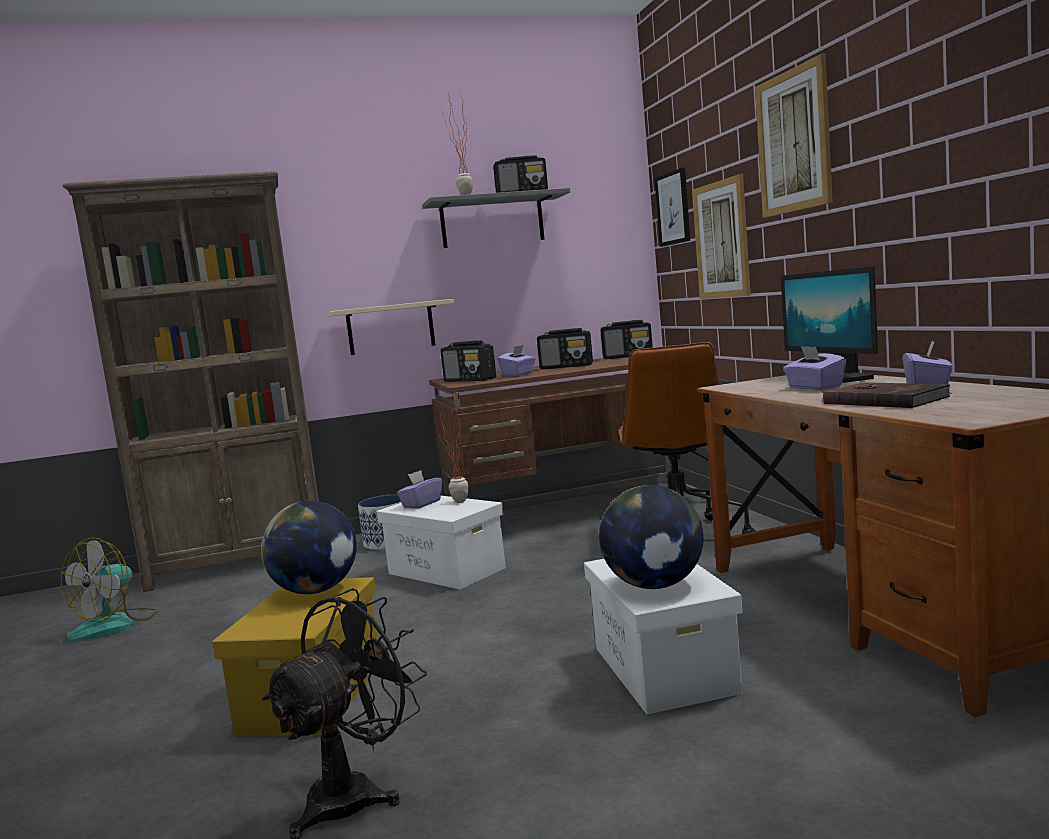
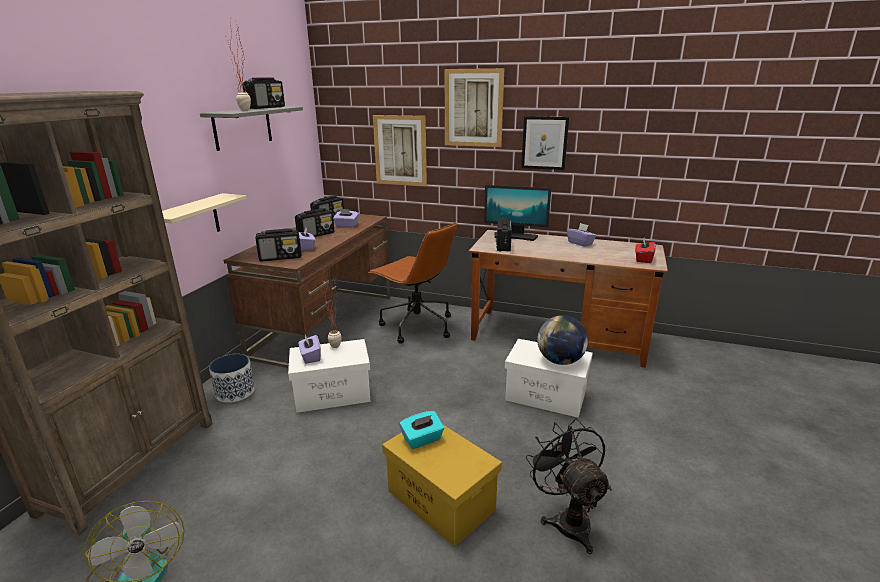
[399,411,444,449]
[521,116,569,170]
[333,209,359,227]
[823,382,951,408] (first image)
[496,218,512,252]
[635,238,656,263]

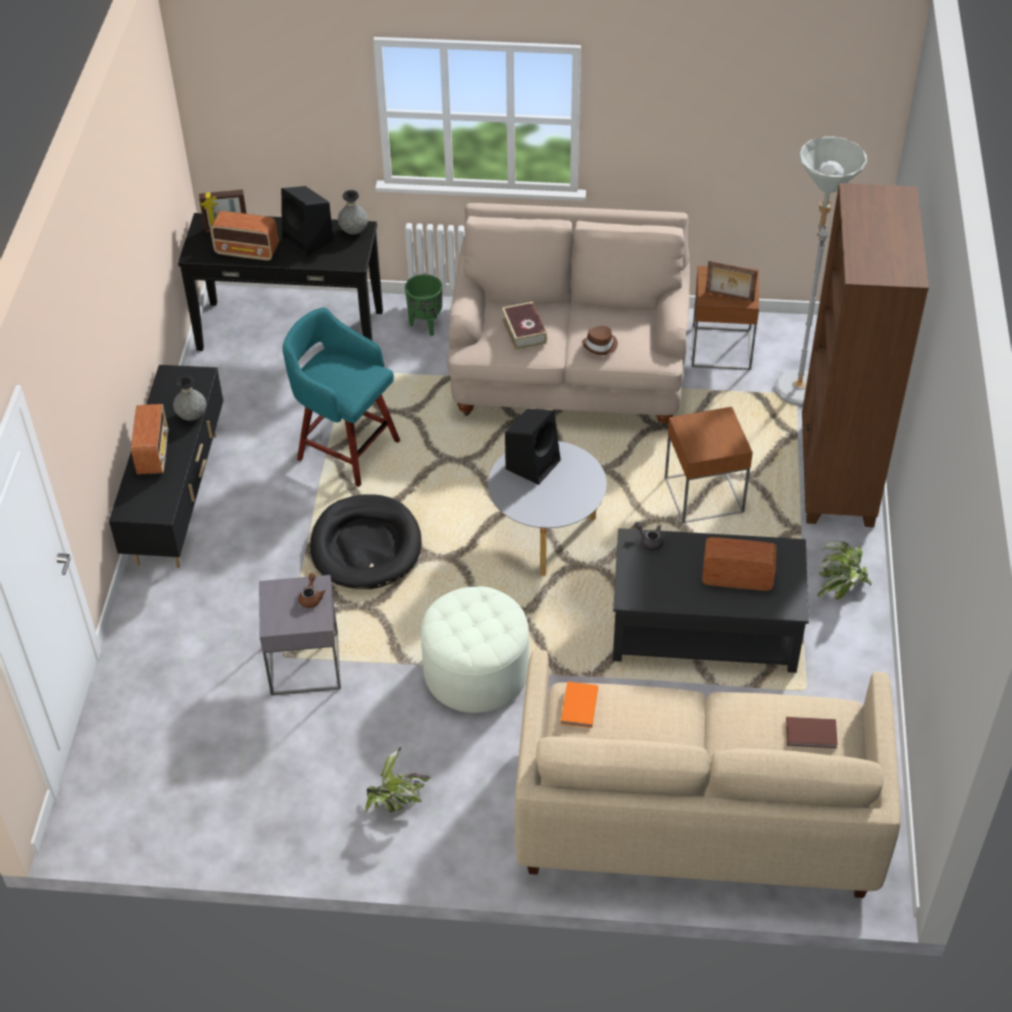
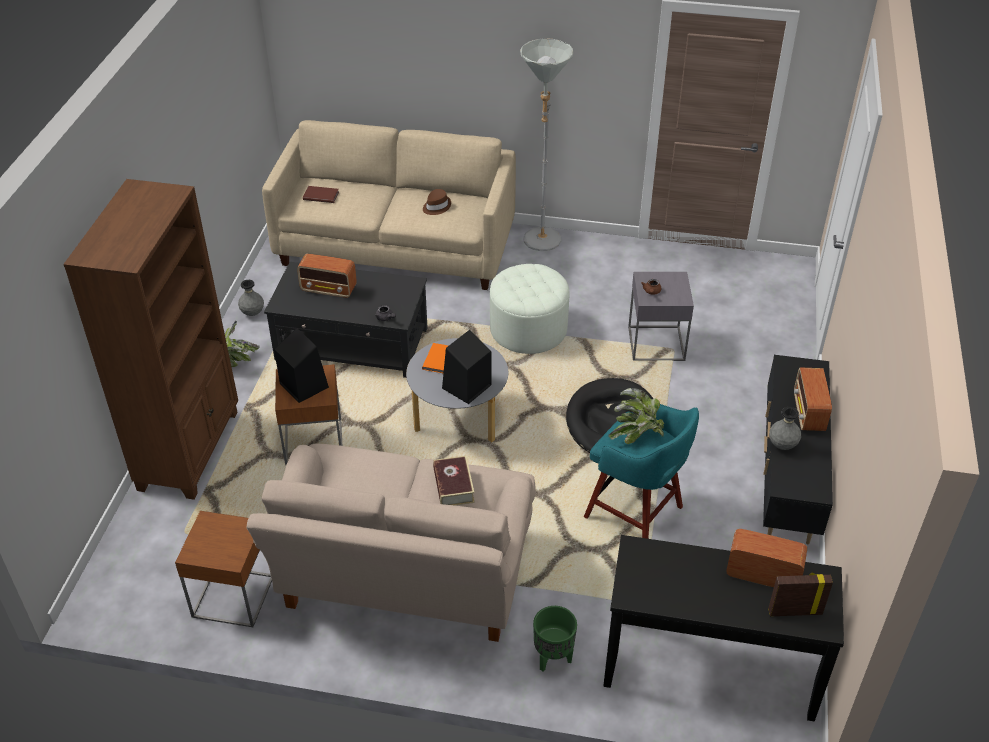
[274,328,329,403]
[238,280,264,316]
[609,388,664,444]
[422,343,448,373]
[423,189,451,215]
[705,261,758,302] (first image)
[520,38,573,251]

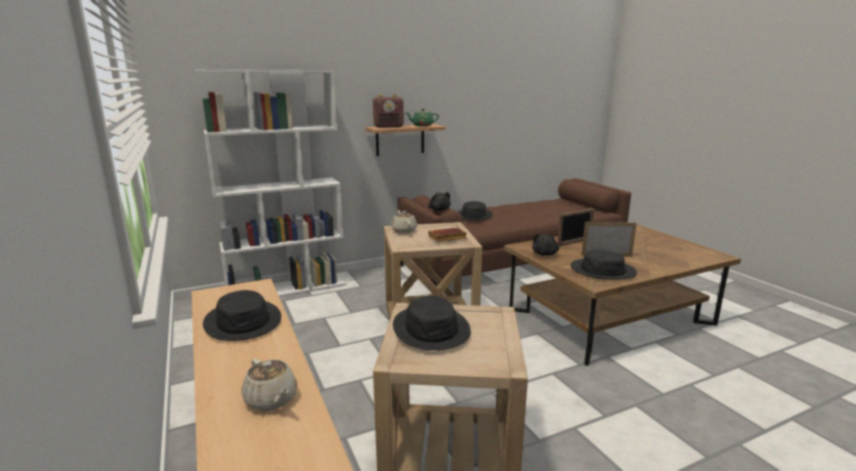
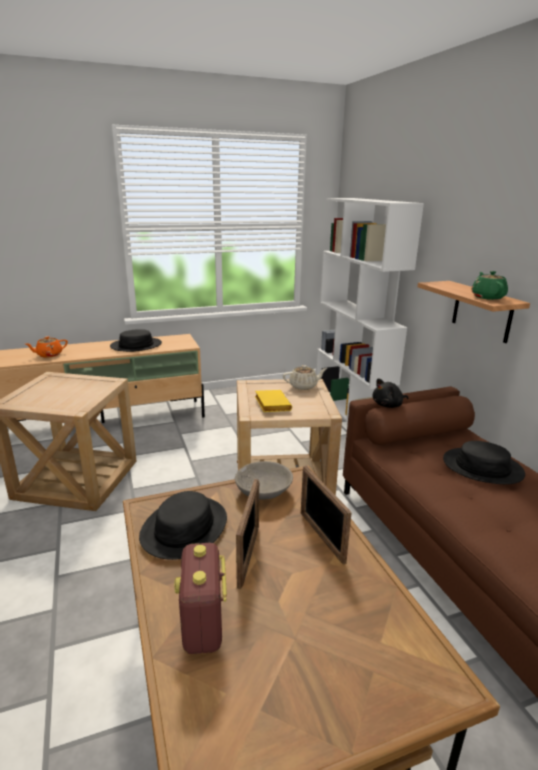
[26,336,68,358]
[174,543,227,654]
[393,296,471,350] (first image)
[255,390,292,412]
[235,461,293,500]

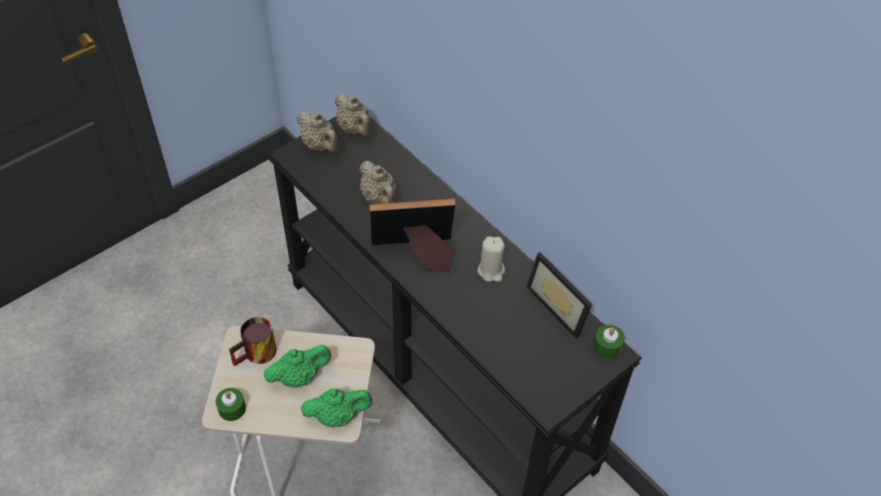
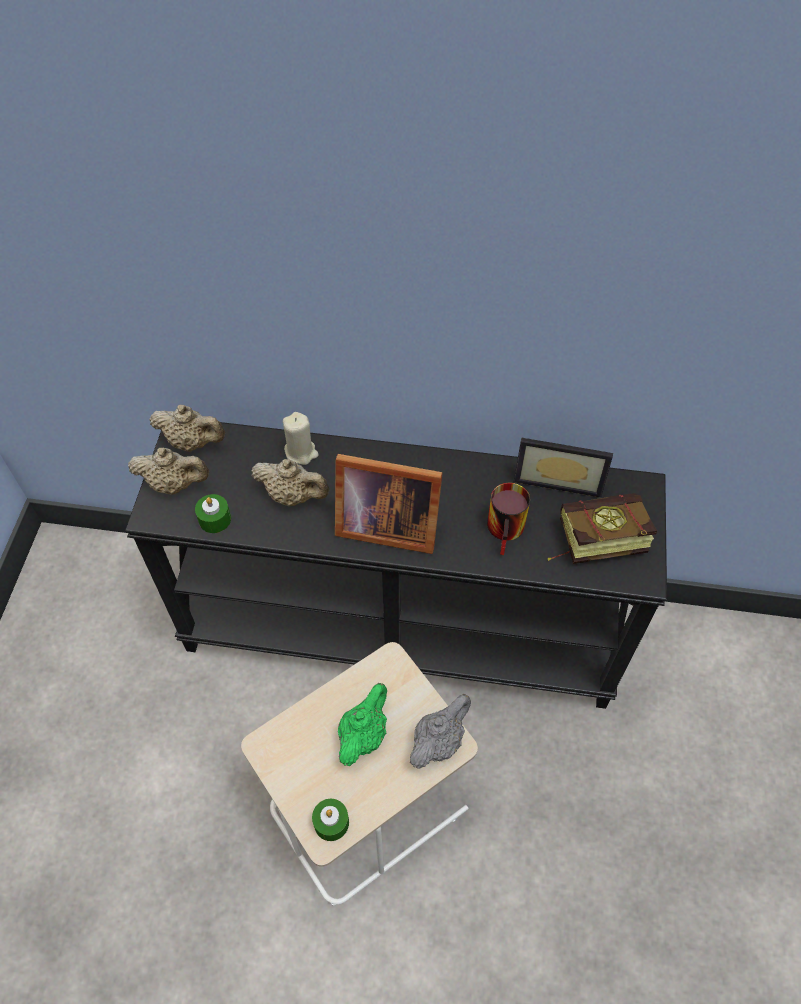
[487,483,530,555]
[410,694,471,769]
[335,454,443,554]
[283,412,319,465]
[195,494,231,533]
[547,493,657,564]

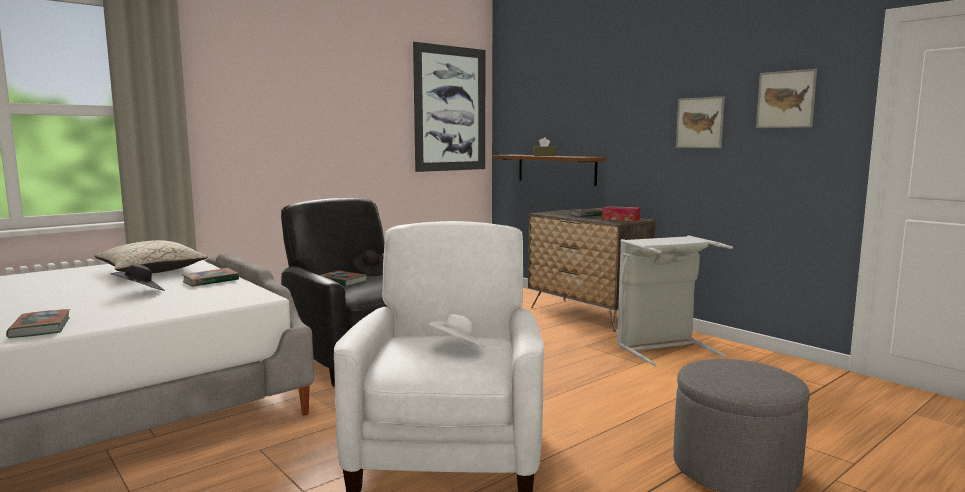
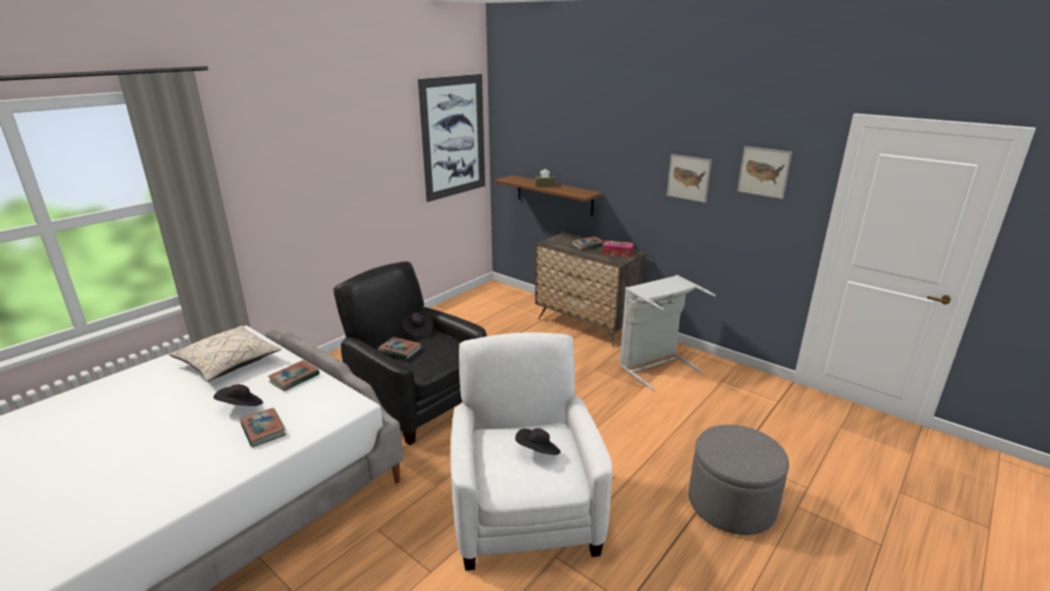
[240,408,286,447]
[515,428,560,455]

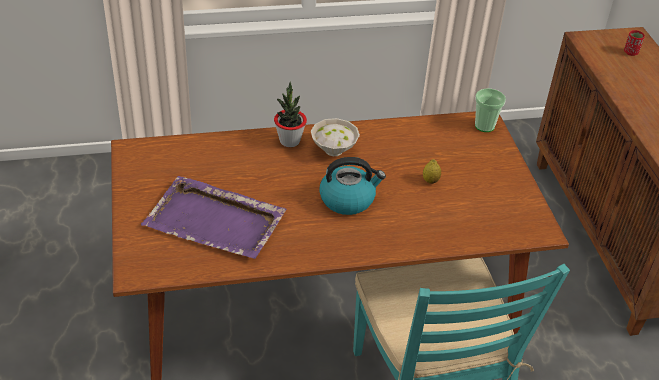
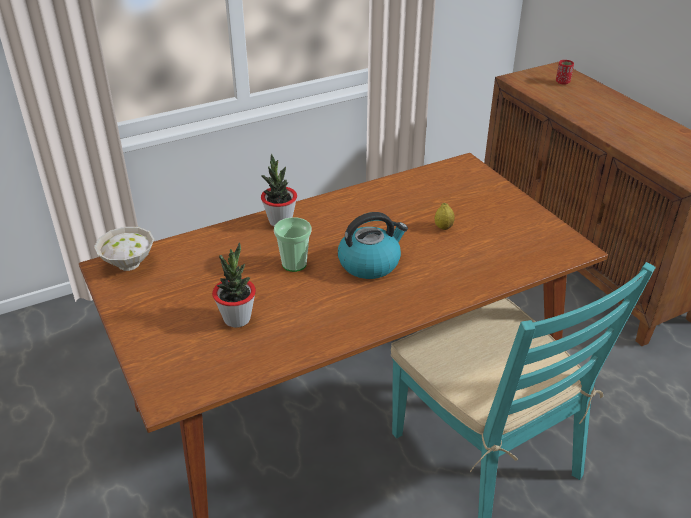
[212,243,256,328]
[94,227,154,271]
[274,217,311,272]

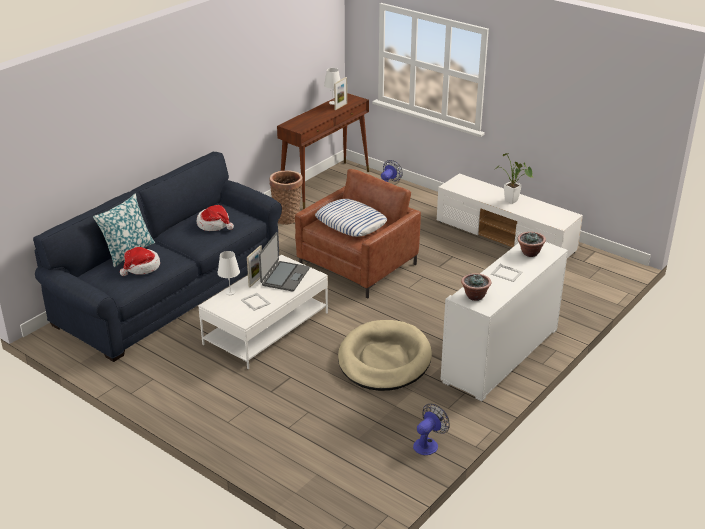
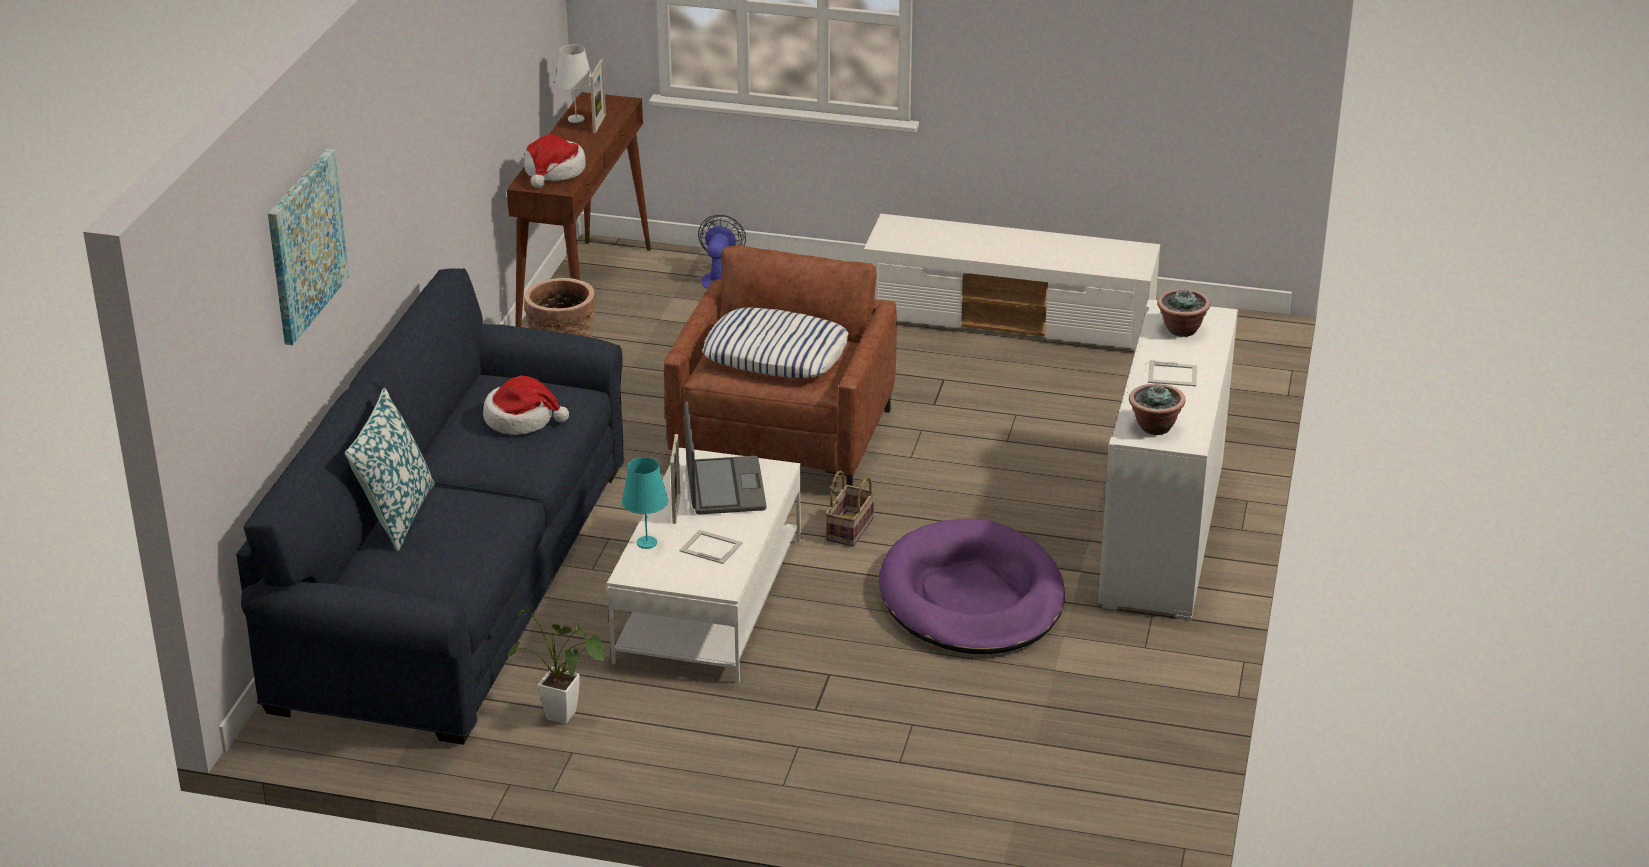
[524,134,586,188]
[622,457,668,549]
[879,518,1065,654]
[413,404,450,455] (first image)
[507,608,607,724]
[268,149,349,345]
[825,471,875,546]

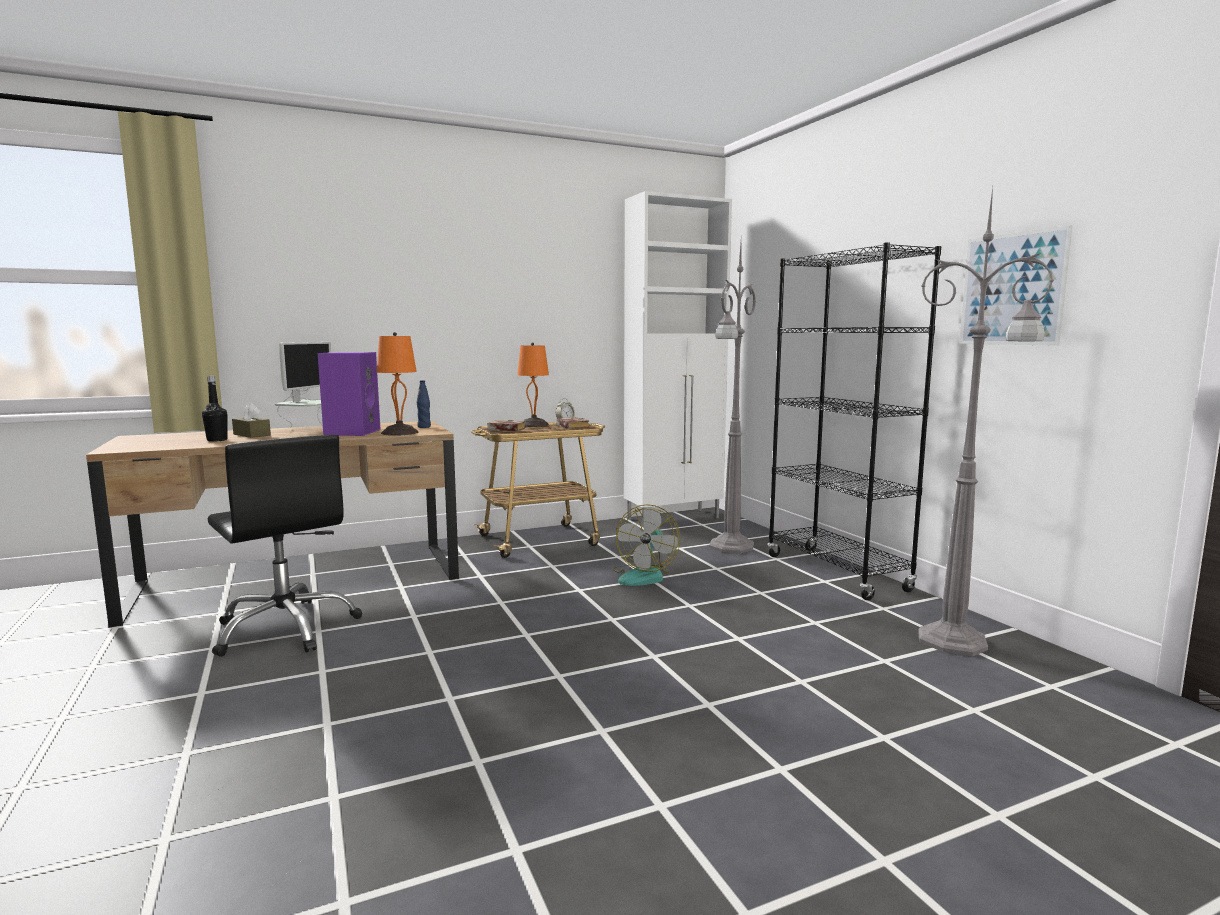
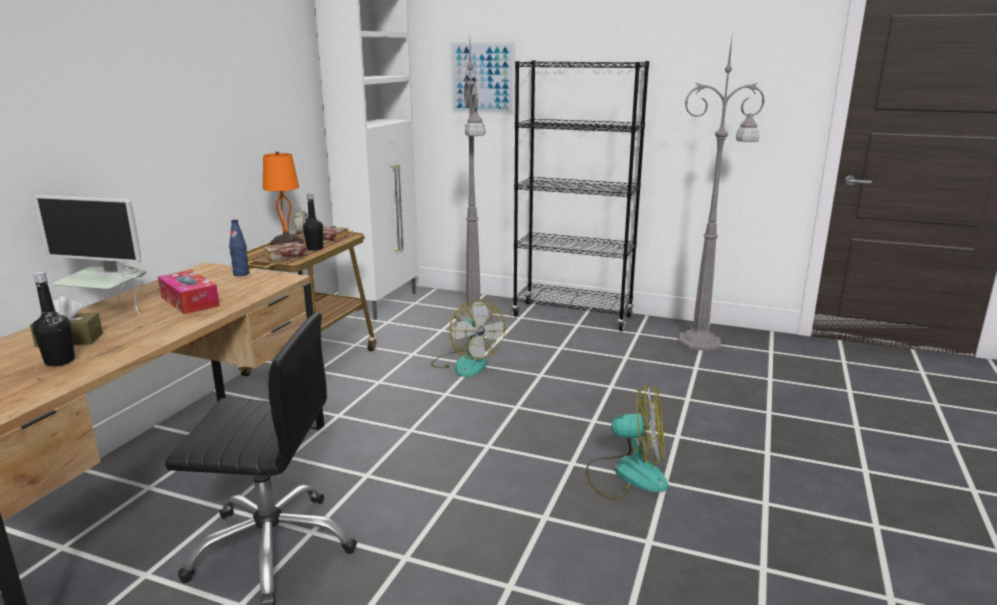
[33,195,147,314]
[158,270,220,314]
[377,332,418,436] (first image)
[450,42,515,115]
[303,193,323,251]
[586,384,668,500]

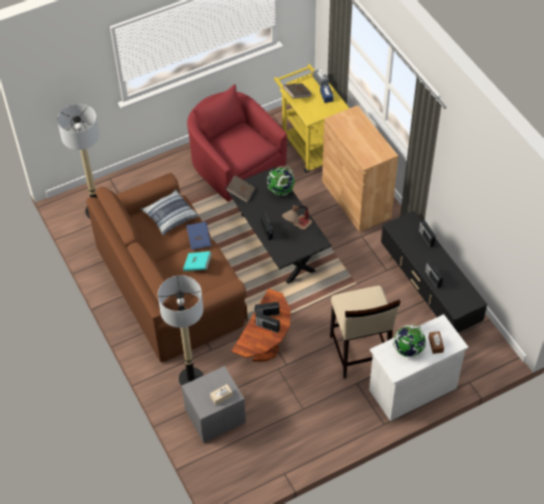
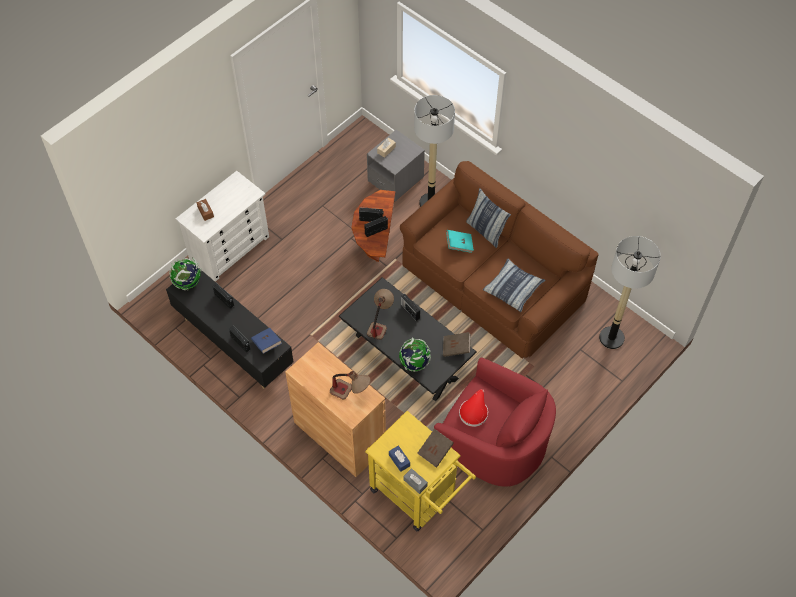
[251,328,282,354]
[330,285,400,379] (first image)
[169,257,202,290]
[330,371,371,399]
[459,389,488,427]
[466,188,511,248]

